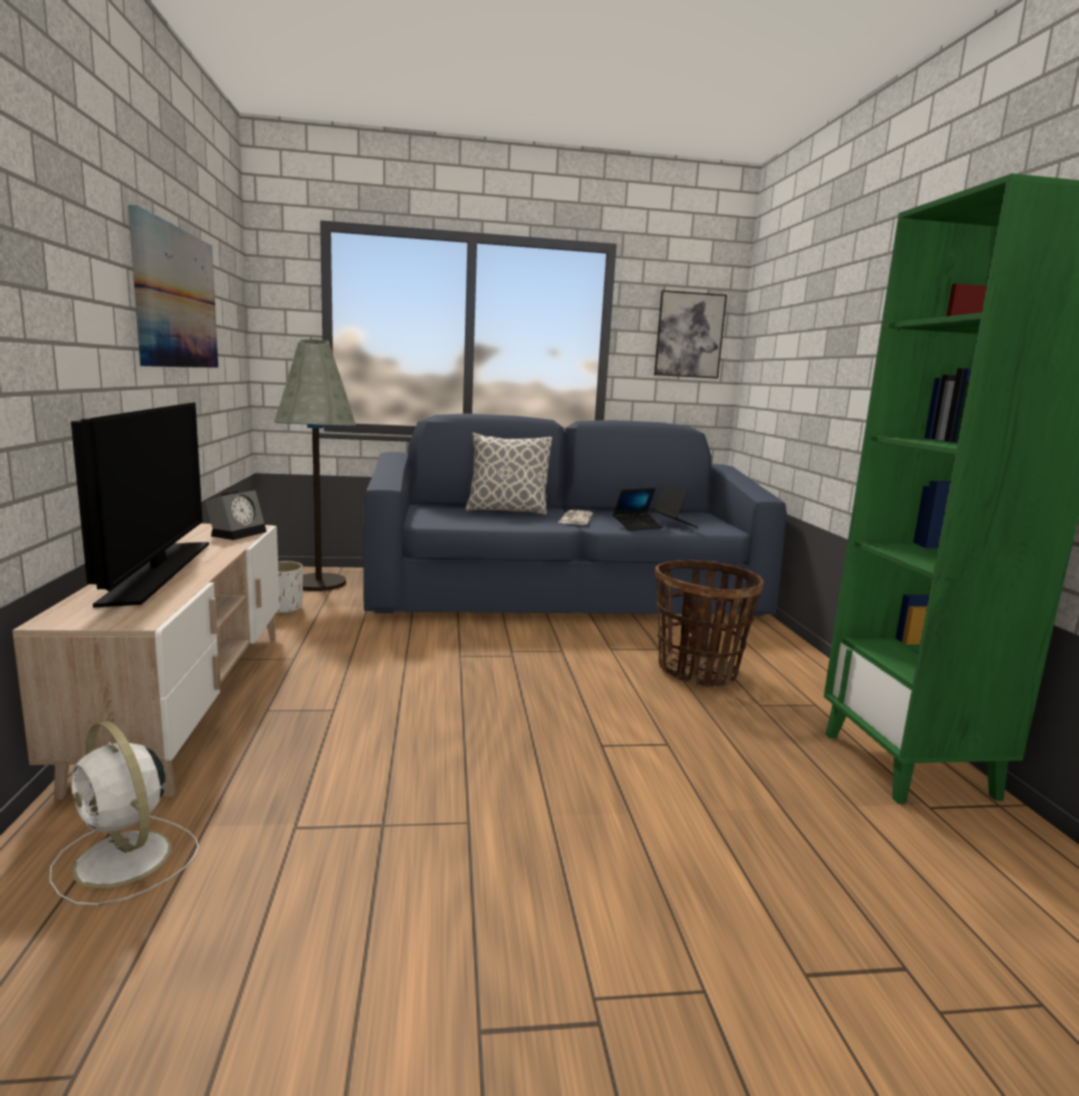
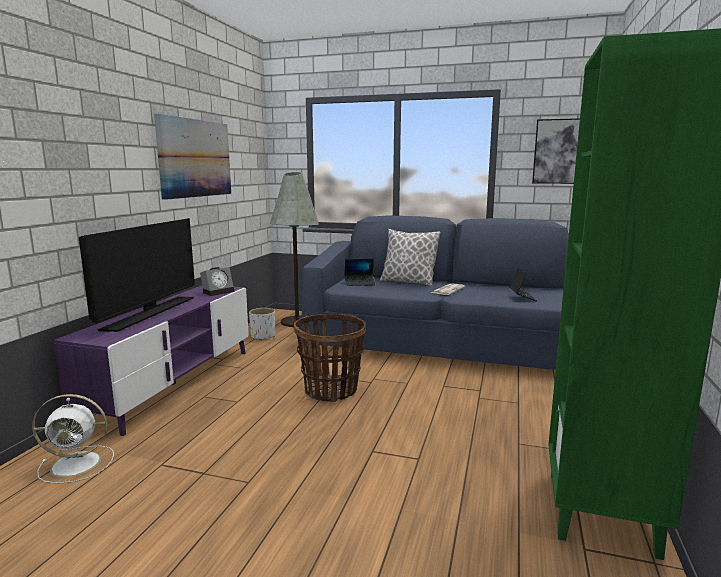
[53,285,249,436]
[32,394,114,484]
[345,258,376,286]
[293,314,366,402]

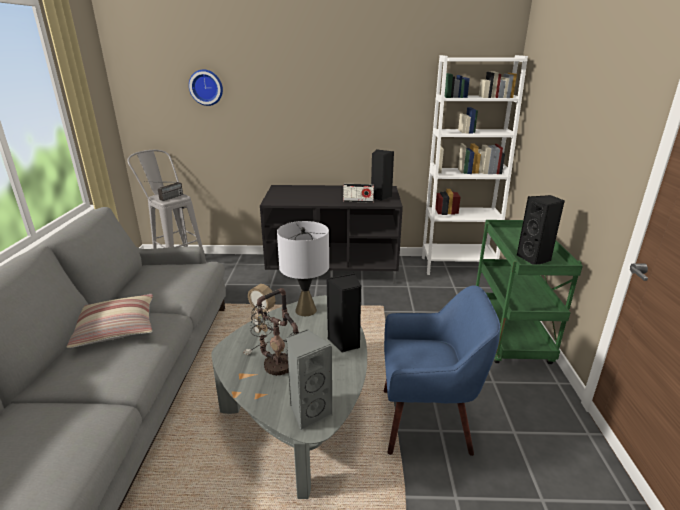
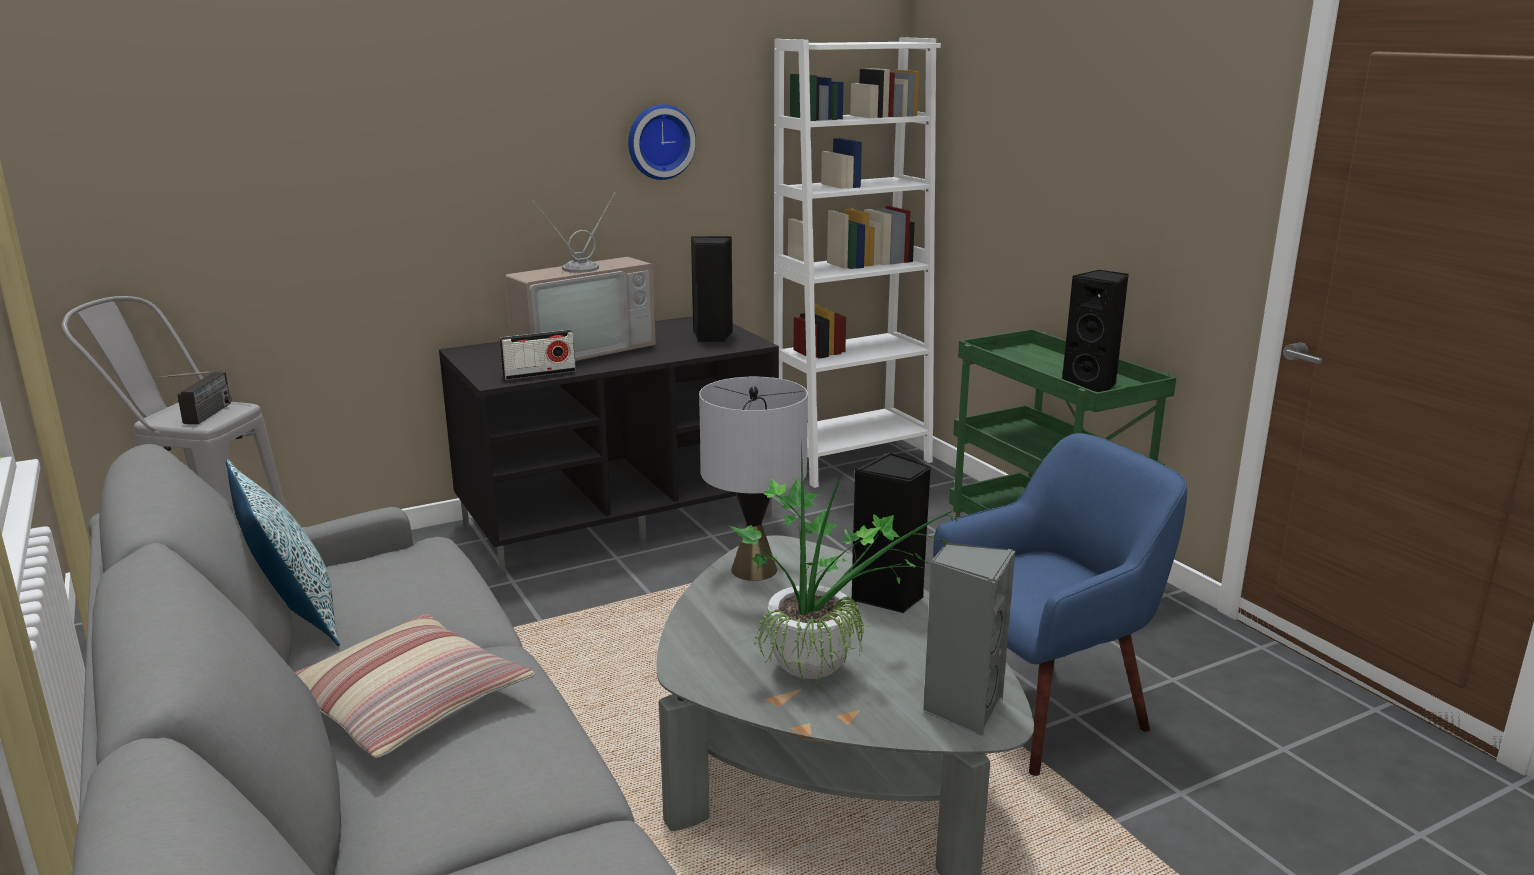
[628,104,696,180]
[729,441,966,683]
[500,330,576,380]
[226,459,341,646]
[505,192,656,361]

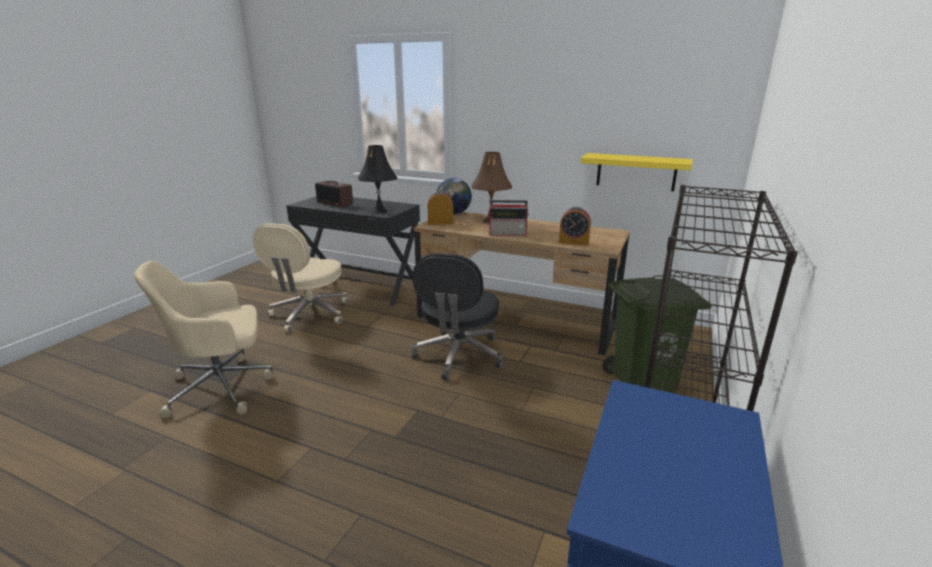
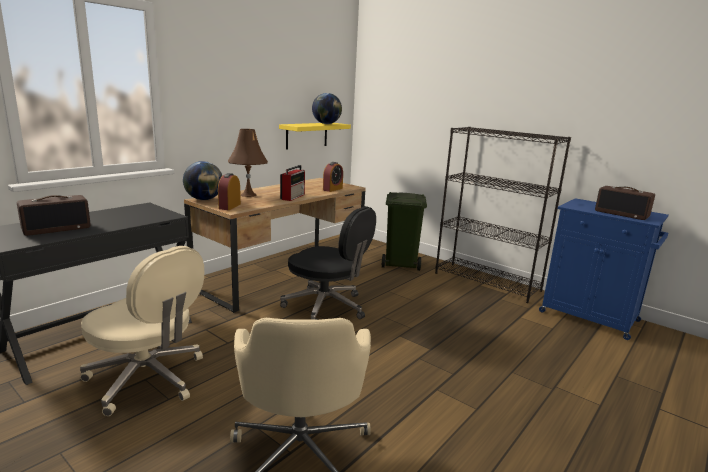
[358,145,397,213] (first image)
[312,93,342,124]
[595,186,655,220]

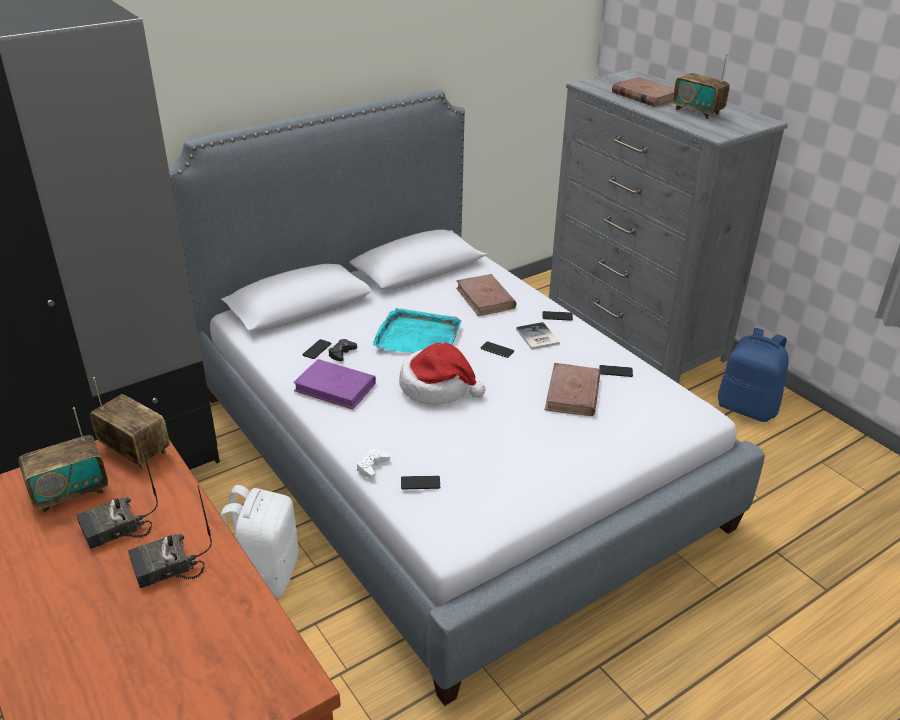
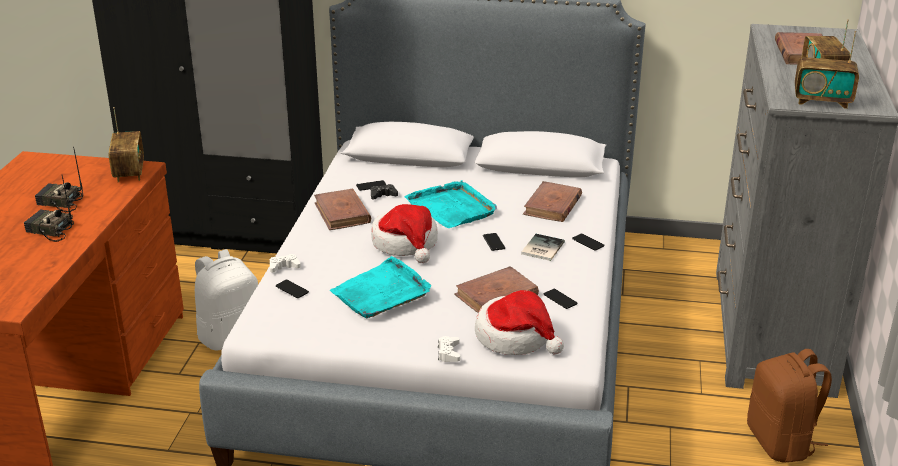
[795,31,859,109]
[314,189,371,230]
[747,349,832,463]
[330,256,431,318]
[438,336,460,362]
[475,290,564,355]

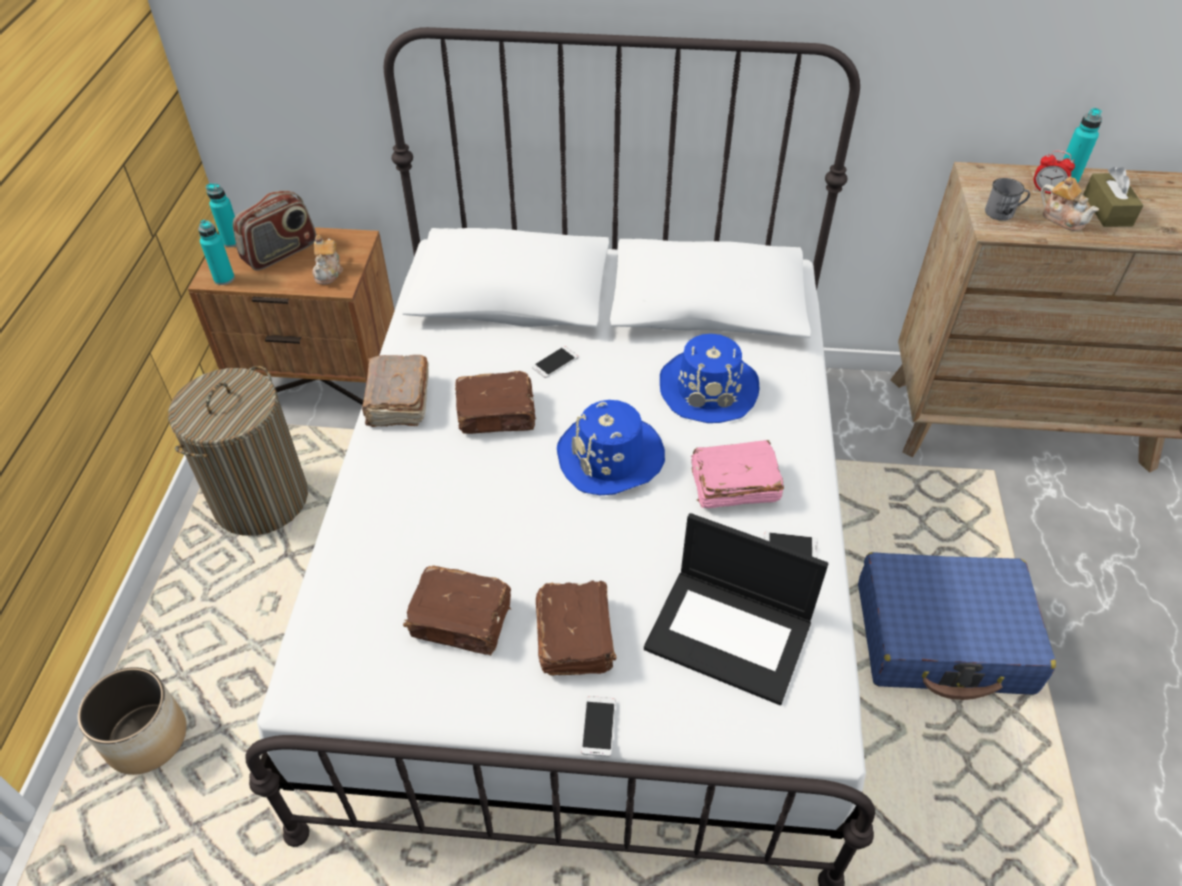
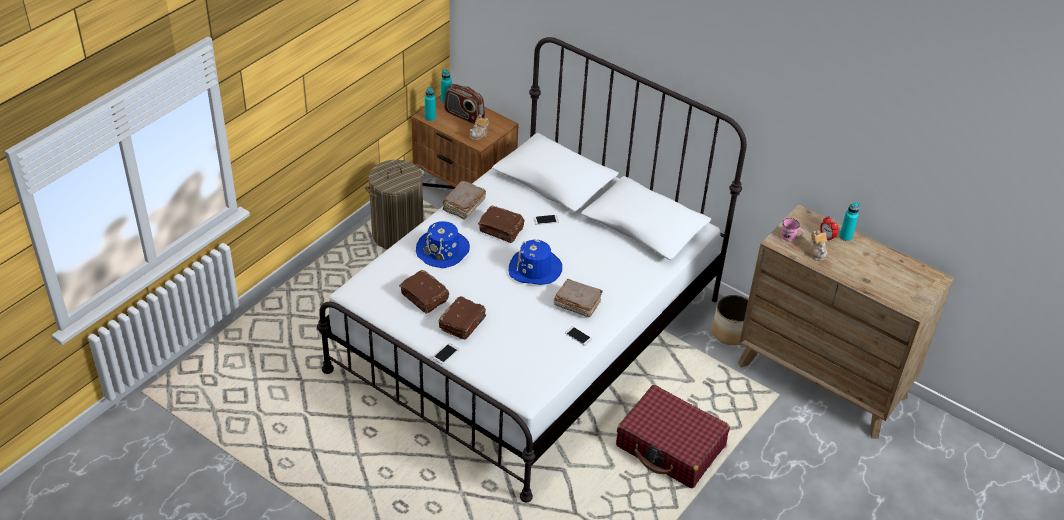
[712,295,748,346]
[444,84,485,124]
[644,513,828,705] (first image)
[416,221,470,268]
[554,279,603,317]
[616,385,730,488]
[781,218,804,241]
[1083,167,1143,227] (first image)

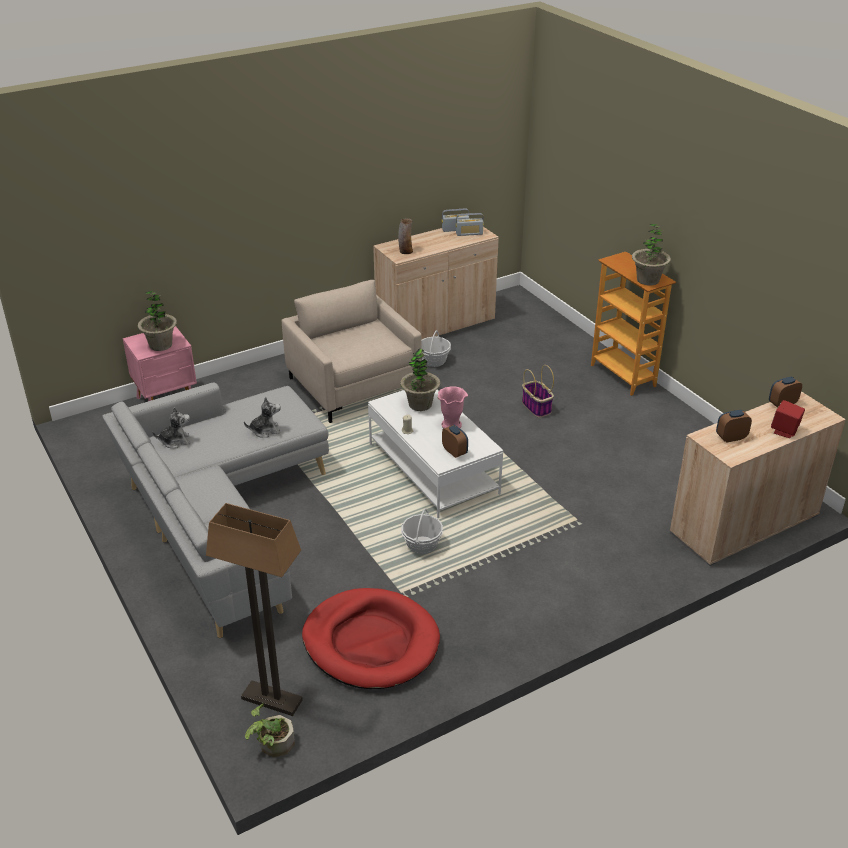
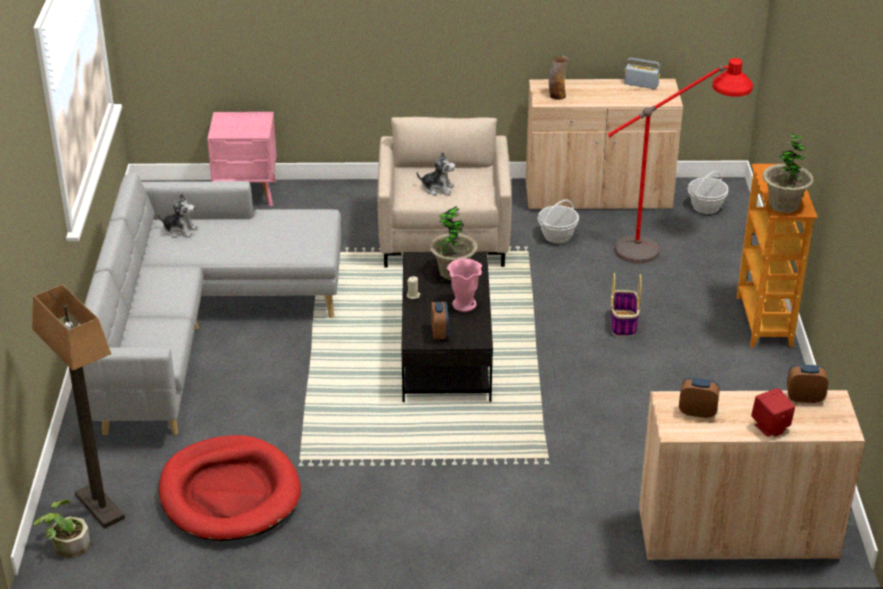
[137,291,177,351] (first image)
[417,152,456,195]
[402,252,493,402]
[688,171,729,214]
[456,213,484,236] (first image)
[607,58,753,264]

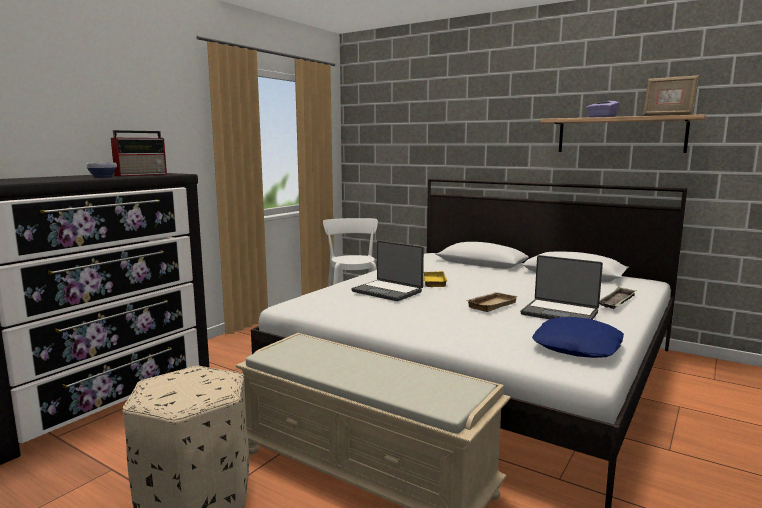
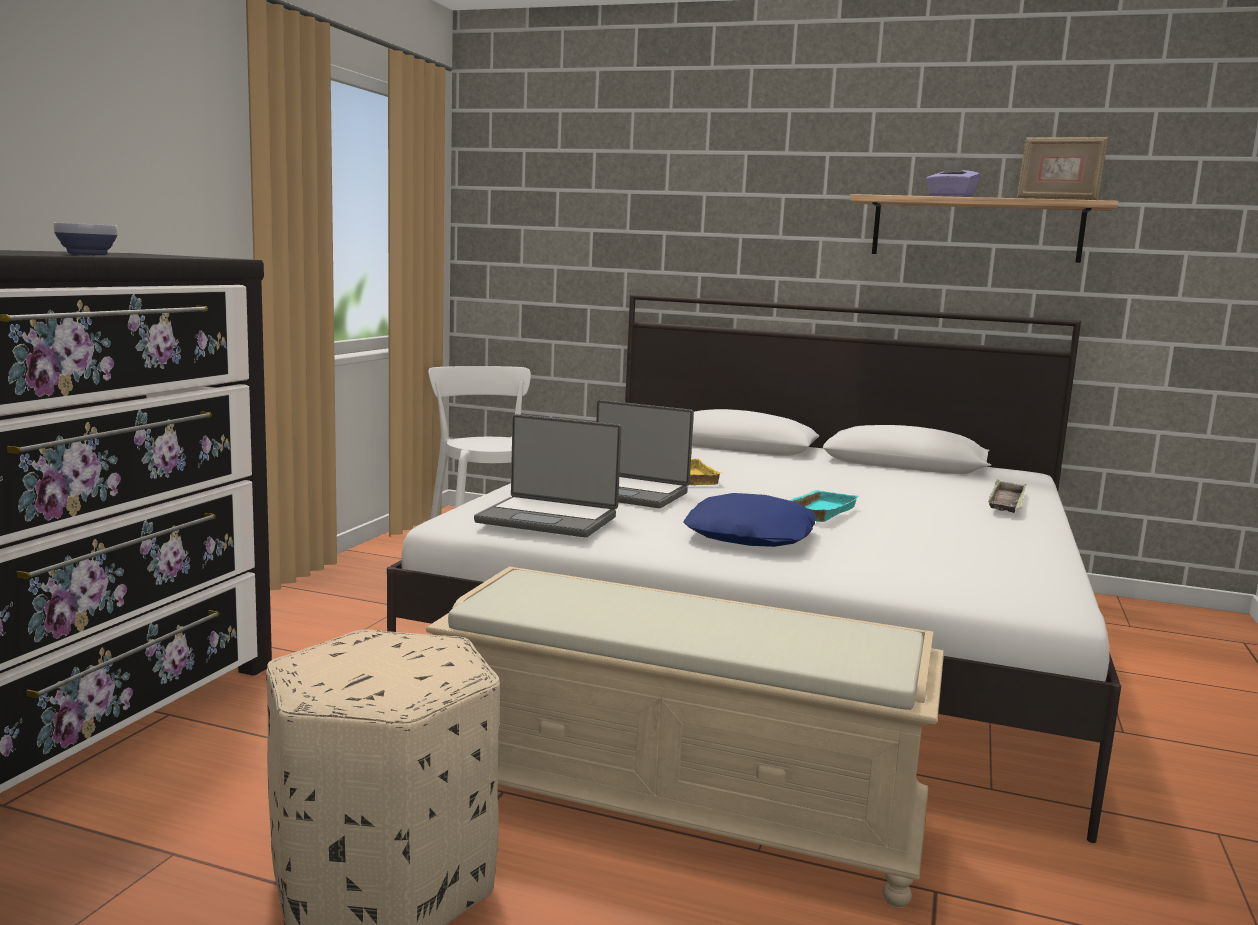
[111,130,167,176] (first image)
[790,490,859,522]
[474,414,622,537]
[683,493,816,547]

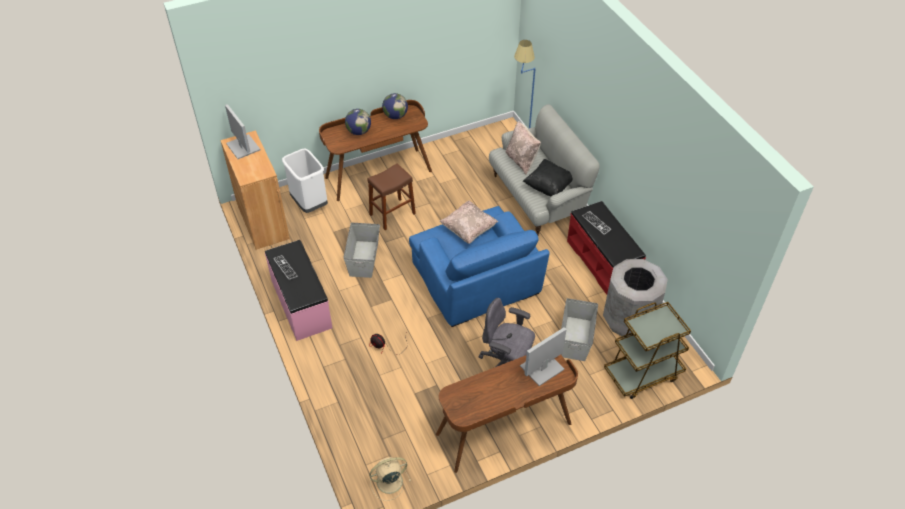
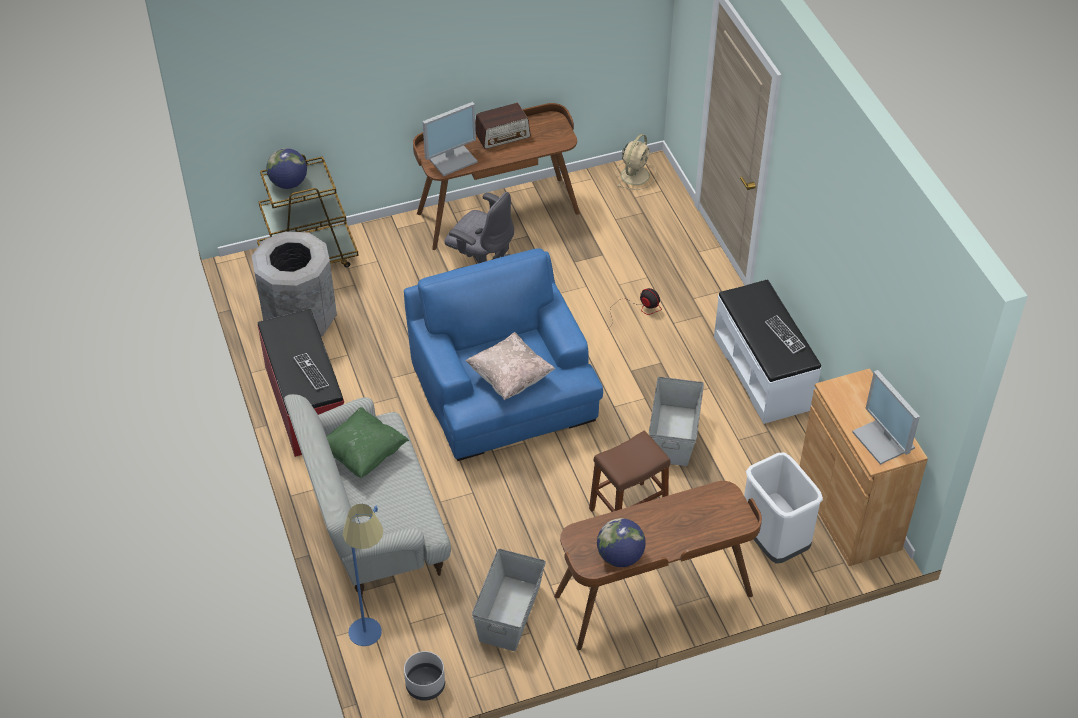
[714,280,821,424]
[266,148,307,189]
[616,134,657,190]
[506,121,541,174] (first image)
[326,407,409,478]
[472,549,546,651]
[404,651,445,701]
[475,103,531,149]

